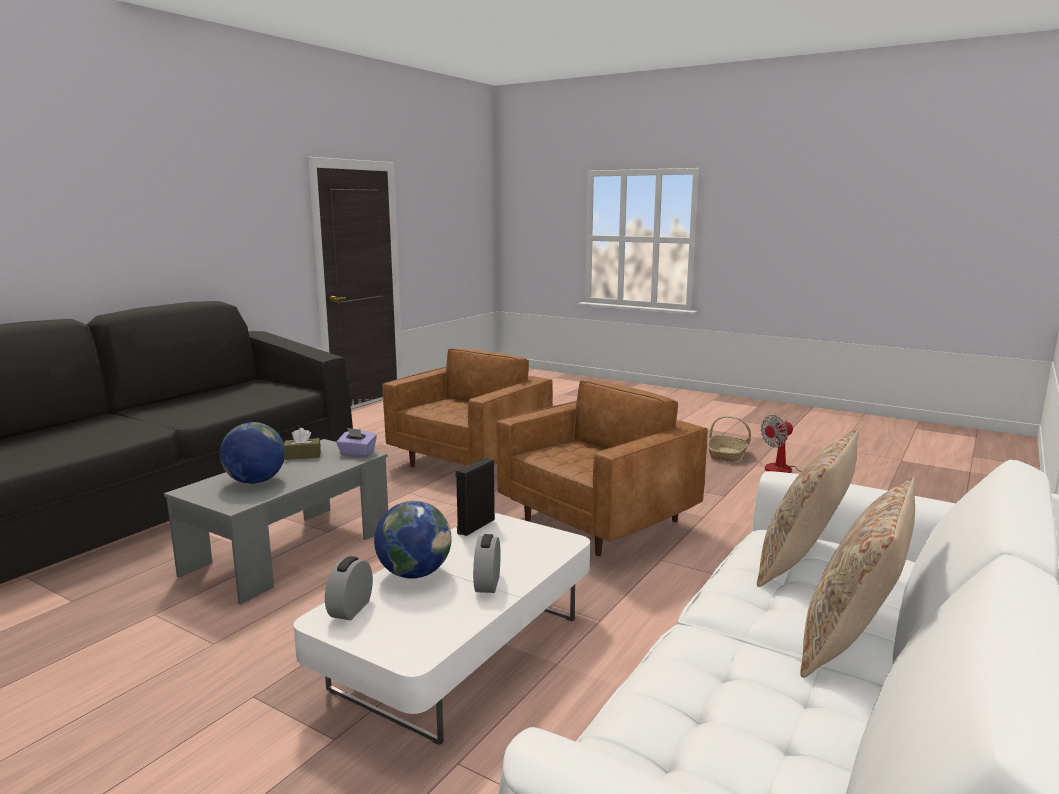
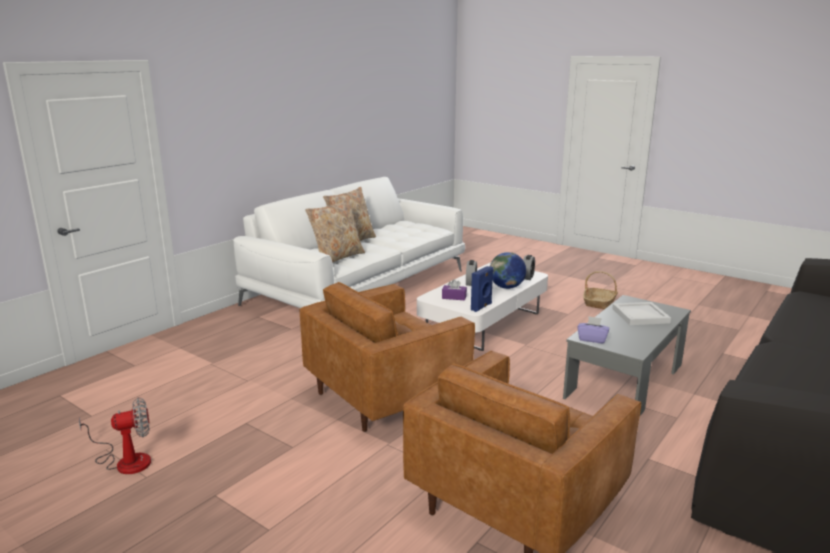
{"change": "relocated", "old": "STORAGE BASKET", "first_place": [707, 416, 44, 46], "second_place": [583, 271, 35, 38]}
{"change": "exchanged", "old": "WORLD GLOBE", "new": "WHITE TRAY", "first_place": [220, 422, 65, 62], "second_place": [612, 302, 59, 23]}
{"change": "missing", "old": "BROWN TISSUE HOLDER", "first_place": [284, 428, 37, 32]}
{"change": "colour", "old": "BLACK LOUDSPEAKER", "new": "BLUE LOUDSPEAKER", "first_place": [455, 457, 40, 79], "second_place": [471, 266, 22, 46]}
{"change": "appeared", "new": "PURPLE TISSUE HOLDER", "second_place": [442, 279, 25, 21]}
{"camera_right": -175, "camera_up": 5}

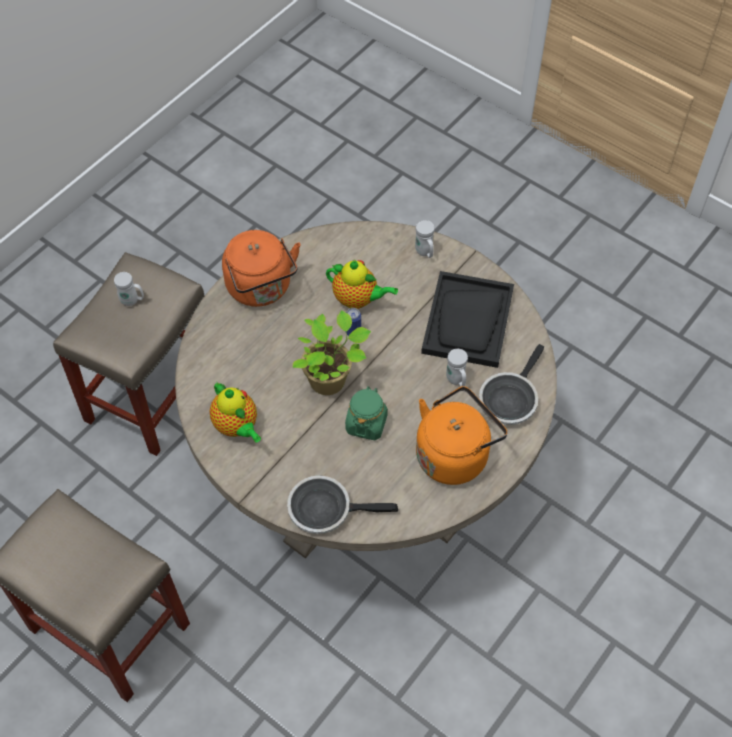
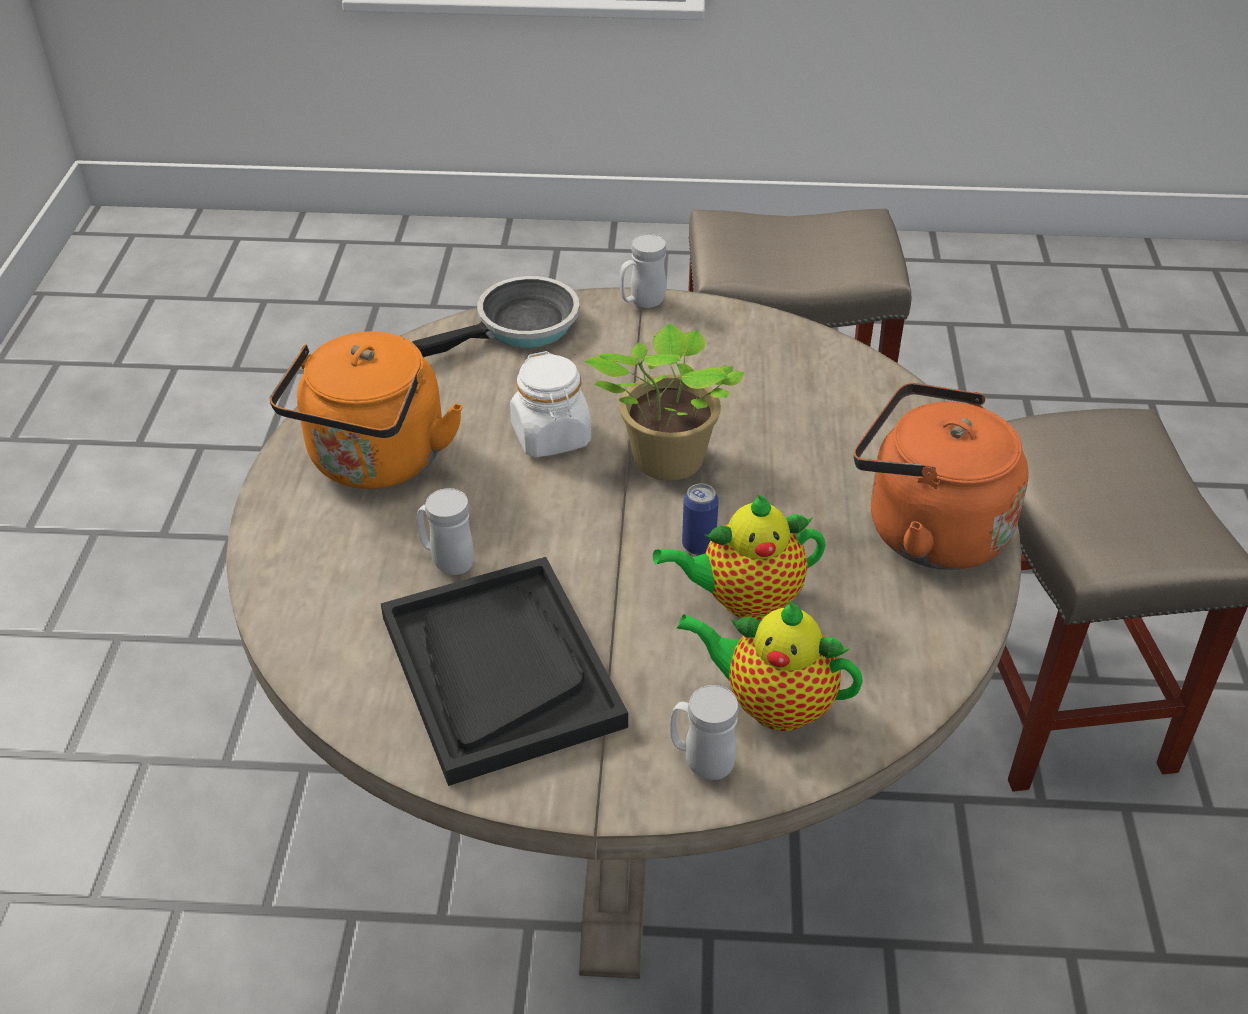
{"change": "relocated", "old": "WHITE COFFEE MUG", "first_place": [114, 272, 30, 34], "second_place": [619, 234, 47, 74]}
{"change": "missing", "old": "PAN", "first_place": [479, 344, 65, 81]}
{"change": "relocated", "old": "POT FOR TEA", "first_place": [210, 382, 51, 61], "second_place": [677, 600, 186, 131]}
{"change": "colour", "old": "GREEN-COLOURED JAR", "new": "WHITE JAR", "first_place": [345, 386, 43, 54], "second_place": [510, 351, 81, 106]}
{"camera_right": 145, "camera_up": -15}

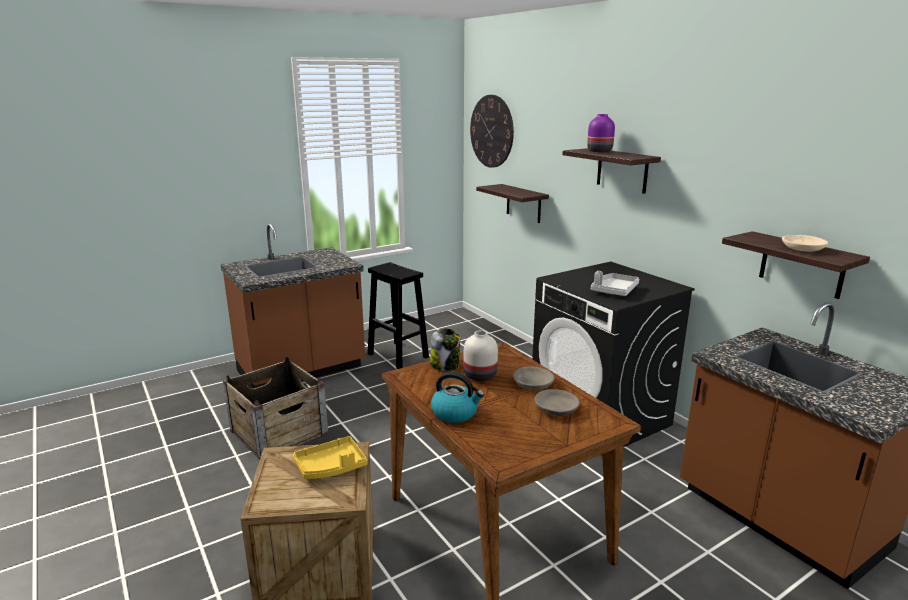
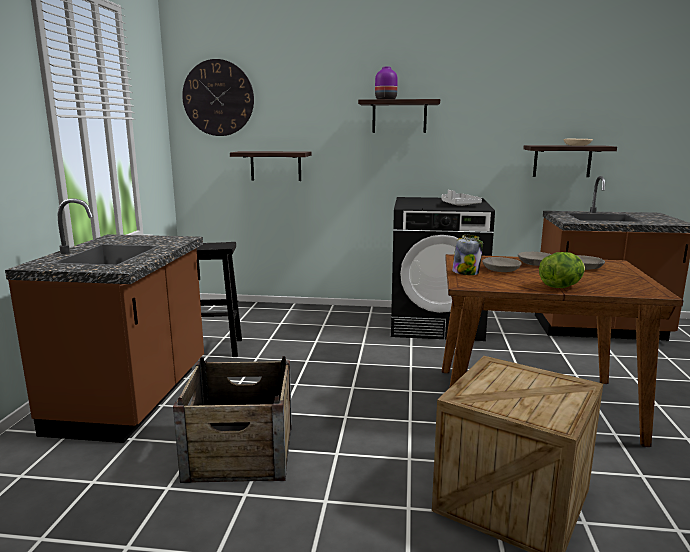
{"change": "exchanged", "old": "WHITE VASE", "new": "GREYISH SERVING BOWL", "first_place": [464, 330, 34, 51], "second_place": [482, 257, 39, 15]}
{"change": "exchanged", "old": "KETTLE", "new": "LETTUCE HEAD", "first_place": [431, 372, 53, 51], "second_place": [539, 252, 46, 36]}
{"change": "missing", "old": "YELLOW-COLOURED TRAY", "first_place": [293, 436, 74, 43]}
{"camera_right": -50, "camera_up": -5}

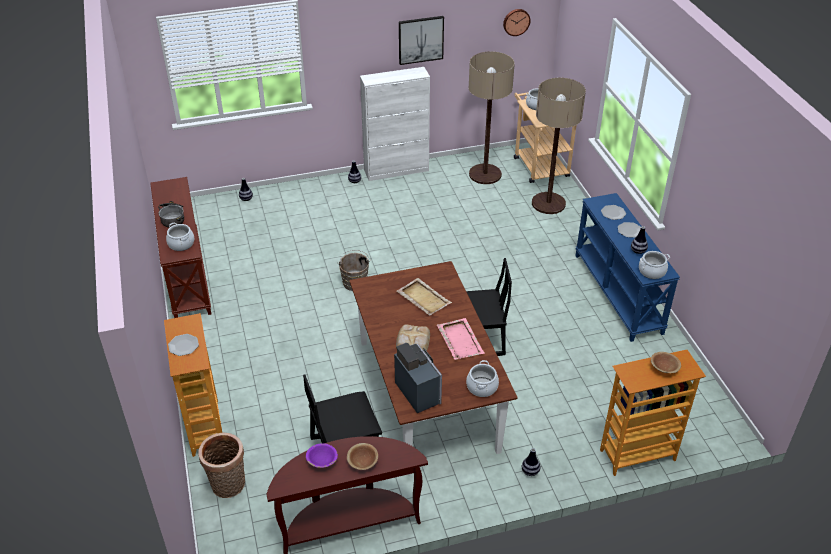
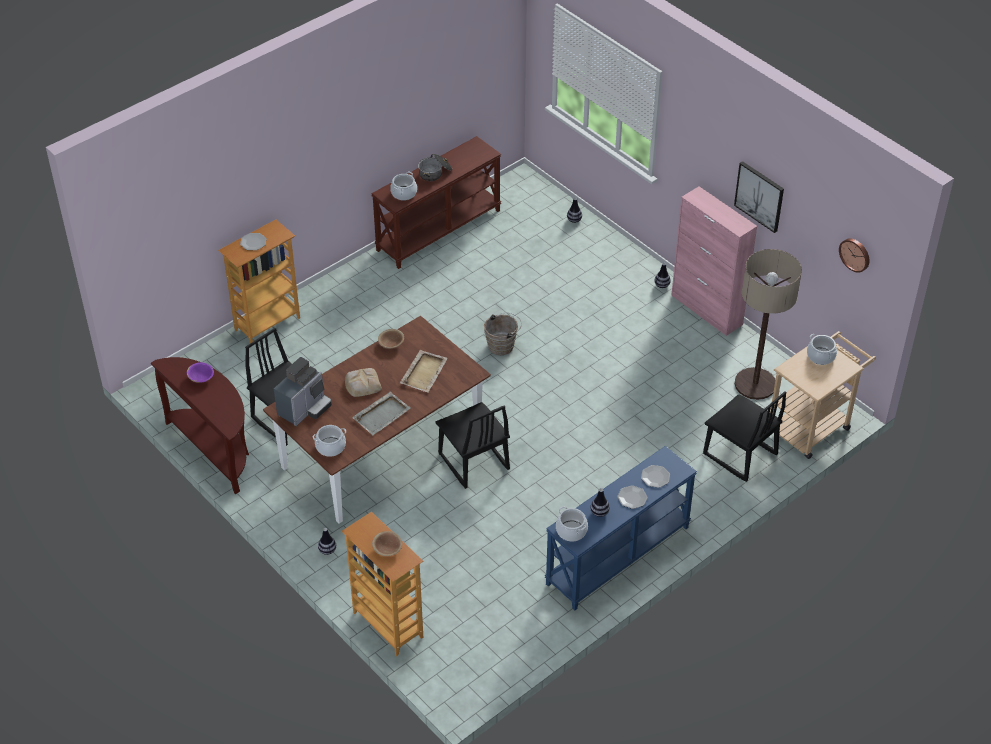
{"change": "colour", "old": "WHITE STORAGE CABINET", "new": "PINKISH STORAGE CABINET", "first_place": [360, 67, 70, 114], "second_place": [671, 187, 86, 149]}
{"change": "exchanged", "old": "STANDARD LAMP", "new": "BLACK UPRIGHT CHAIR", "first_place": [532, 78, 54, 136], "second_place": [703, 391, 83, 91]}
{"change": "colour", "old": "PINKISH TRAY", "new": "GREYISH TRAY", "first_place": [437, 318, 48, 42], "second_place": [352, 392, 59, 44]}
{"change": "missing", "old": "STORAGE BASKET", "first_place": [199, 432, 46, 66]}
{"change": "relocated", "old": "BROWN SERVING BOWL", "first_place": [347, 443, 31, 27], "second_place": [378, 329, 26, 19]}
{"camera_right": 65, "camera_up": 5}

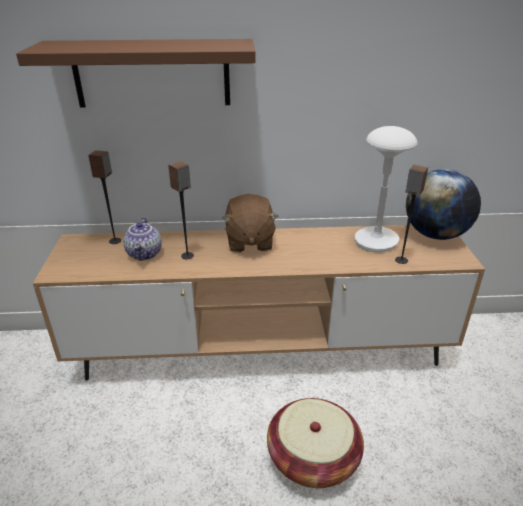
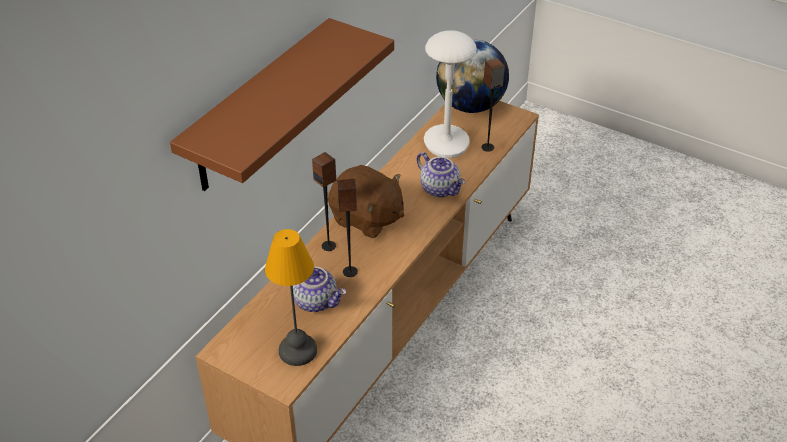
{"change": "relocated", "old": "LOUDSPEAKER", "first_place": [88, 150, 33, 94], "second_place": [312, 152, 24, 99]}
{"change": "missing", "old": "STORAGE BASKET", "first_place": [267, 398, 97, 90]}
{"change": "appeared", "new": "POT FOR TEA", "second_place": [417, 152, 48, 46]}
{"change": "appeared", "new": "TABLE LAMP", "second_place": [265, 229, 52, 137]}
{"camera_right": -55, "camera_up": 10}

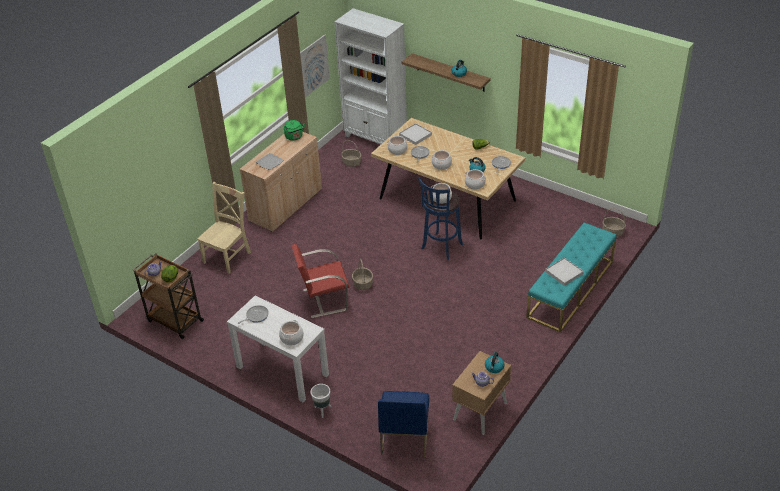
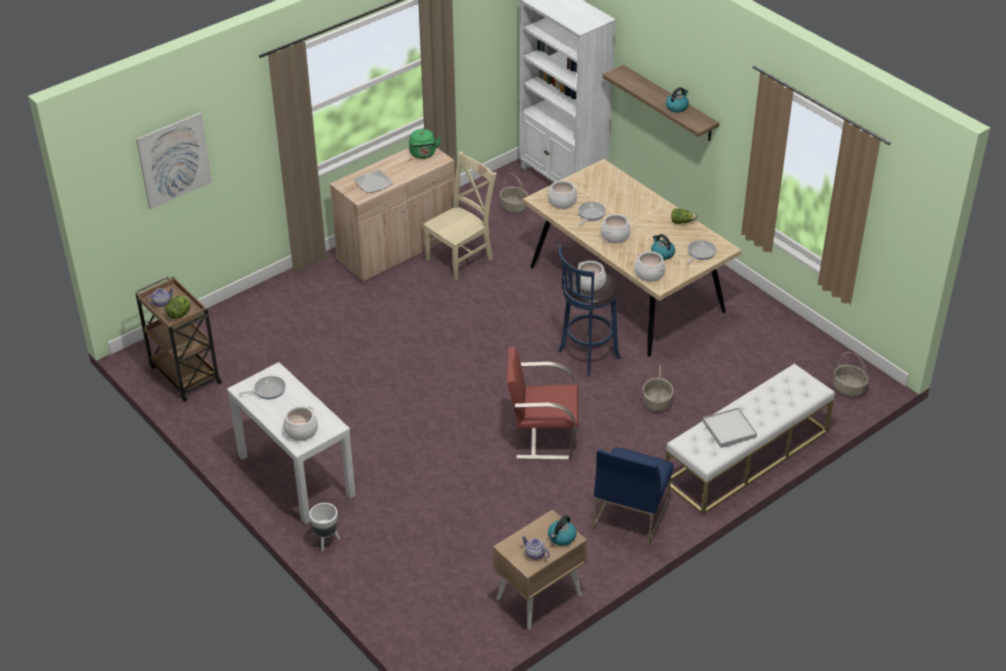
{"change": "relocated", "old": "PICTURE", "first_place": [300, 35, 30, 62], "second_place": [136, 112, 76, 97]}
{"change": "missing", "old": "WHITE TRAY", "first_place": [399, 123, 33, 22]}
{"change": "relocated", "old": "BEIGE UPRIGHT CHAIR", "first_place": [197, 182, 54, 92], "second_place": [423, 152, 74, 128]}
{"change": "colour", "old": "TURQUOISE INDOOR BENCH", "new": "WHITE INDOOR BENCH", "first_place": [526, 223, 91, 110], "second_place": [665, 363, 170, 152]}
{"change": "relocated", "old": "RED UPRIGHT CHAIR", "first_place": [291, 244, 58, 74], "second_place": [507, 347, 72, 113]}
{"change": "relocated", "old": "STORAGE BASKET", "first_place": [352, 258, 21, 32], "second_place": [642, 365, 32, 47]}
{"change": "relocated", "old": "BLUE UPRIGHT CHAIR", "first_place": [378, 391, 51, 66], "second_place": [592, 447, 82, 98]}
{"camera_right": 15, "camera_up": 0}

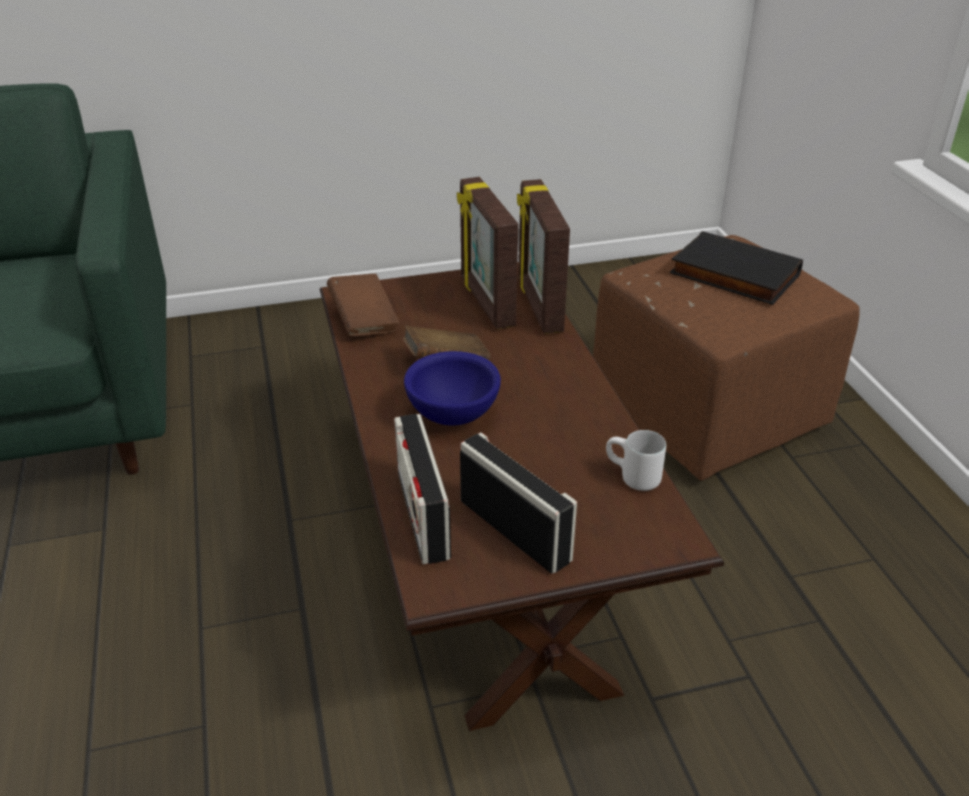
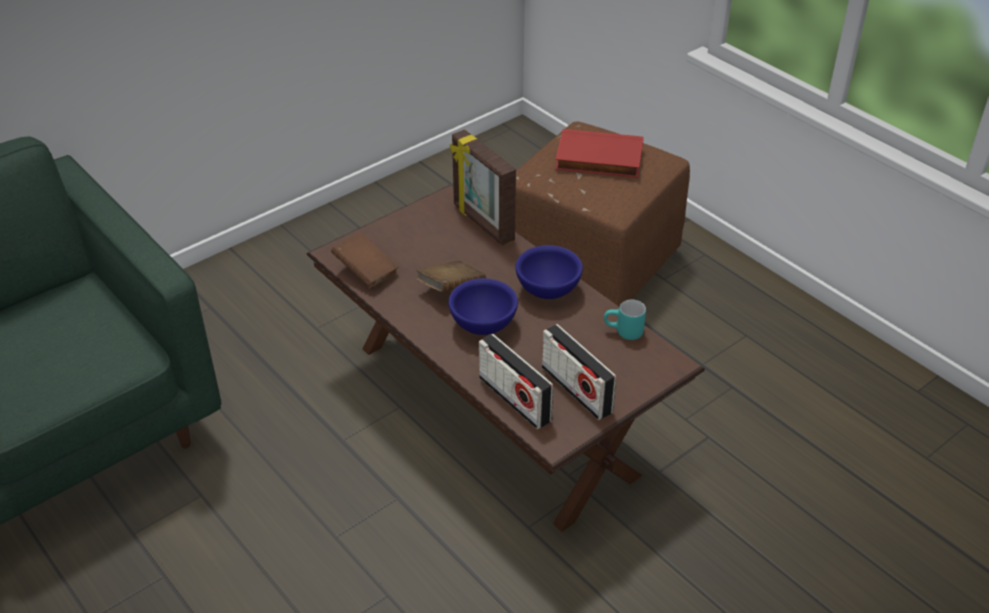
{"change": "missing", "old": "PHOTO FRAME", "first_place": [457, 177, 61, 153]}
{"change": "colour", "old": "BLACK BOUND BOOK", "new": "RED BOUND BOOK", "first_place": [670, 231, 133, 74], "second_place": [555, 129, 88, 49]}
{"change": "colour", "old": "WHITE COFFEE MUG", "new": "TURQUOISE COFFEE MUG", "first_place": [606, 430, 60, 61], "second_place": [604, 300, 42, 40]}
{"change": "spun", "old": "RADIO SET", "first_place": [460, 432, 117, 142], "second_place": [542, 324, 74, 96], "degrees": -150}
{"change": "appeared", "new": "BLUE SERVING BOWL", "second_place": [515, 245, 68, 54]}
{"camera_right": -25, "camera_up": 5}

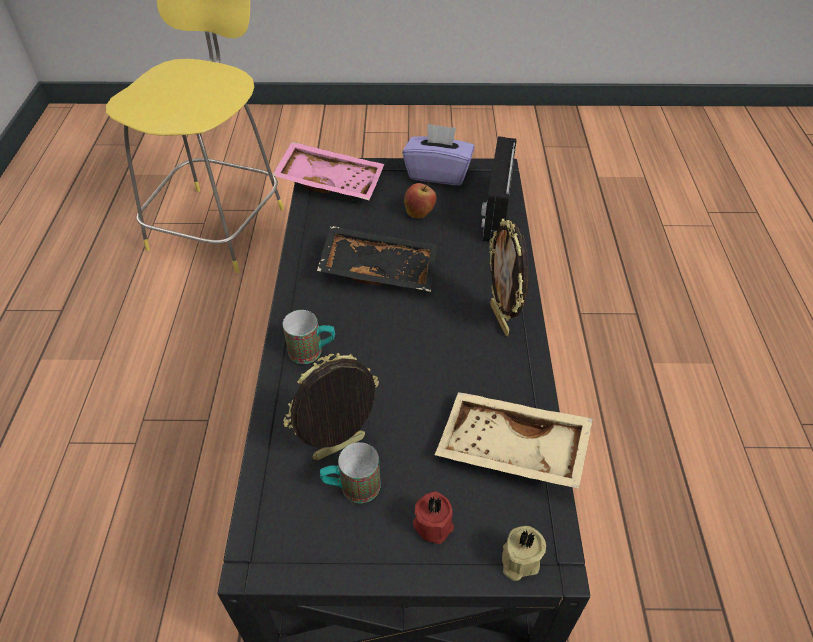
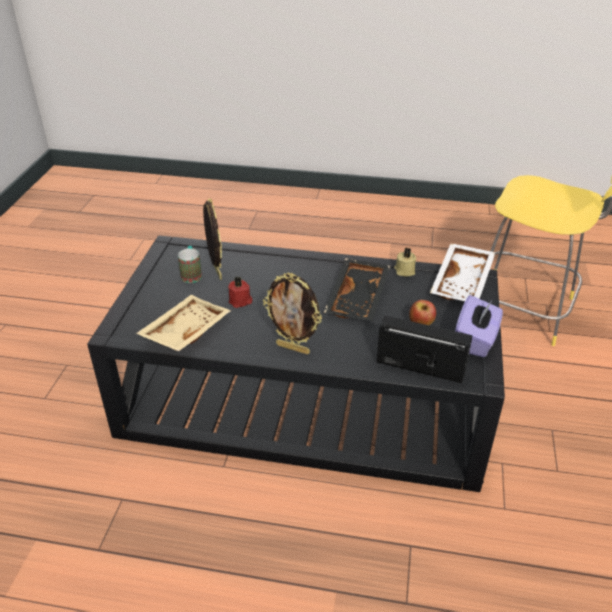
{"change": "colour", "old": "PINKISH TRAY", "new": "WHITE TRAY", "first_place": [272, 141, 112, 59], "second_place": [430, 243, 66, 58]}
{"change": "spun", "old": "PHOTO FRAME", "first_place": [489, 219, 40, 117], "second_place": [263, 273, 59, 81], "degrees": -150}
{"change": "missing", "old": "COFFEE MUG", "first_place": [283, 310, 52, 54]}
{"change": "relocated", "old": "RED WAX CANDLE", "first_place": [413, 491, 41, 53], "second_place": [228, 276, 24, 32]}
{"change": "relocated", "old": "BEIGE WAX CANDLE", "first_place": [502, 526, 44, 55], "second_place": [394, 248, 22, 29]}
{"camera_right": 100, "camera_up": -10}

